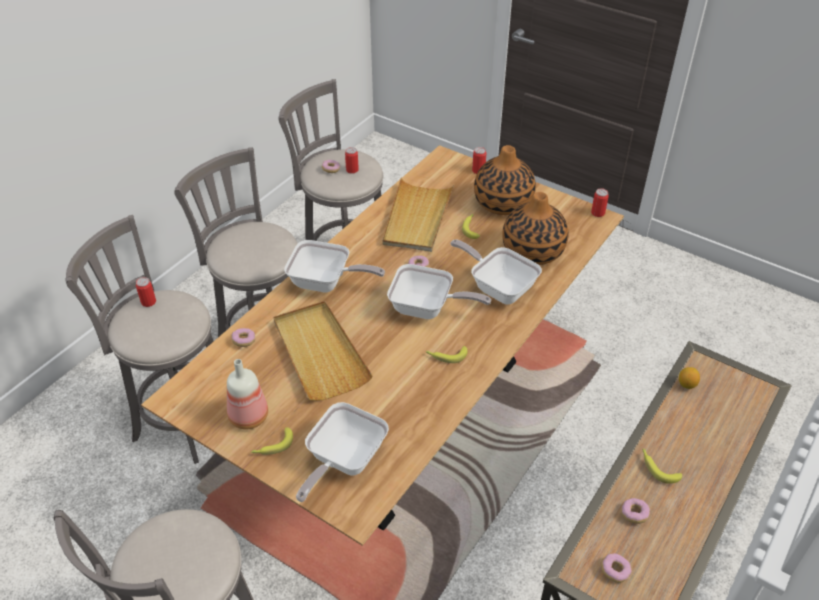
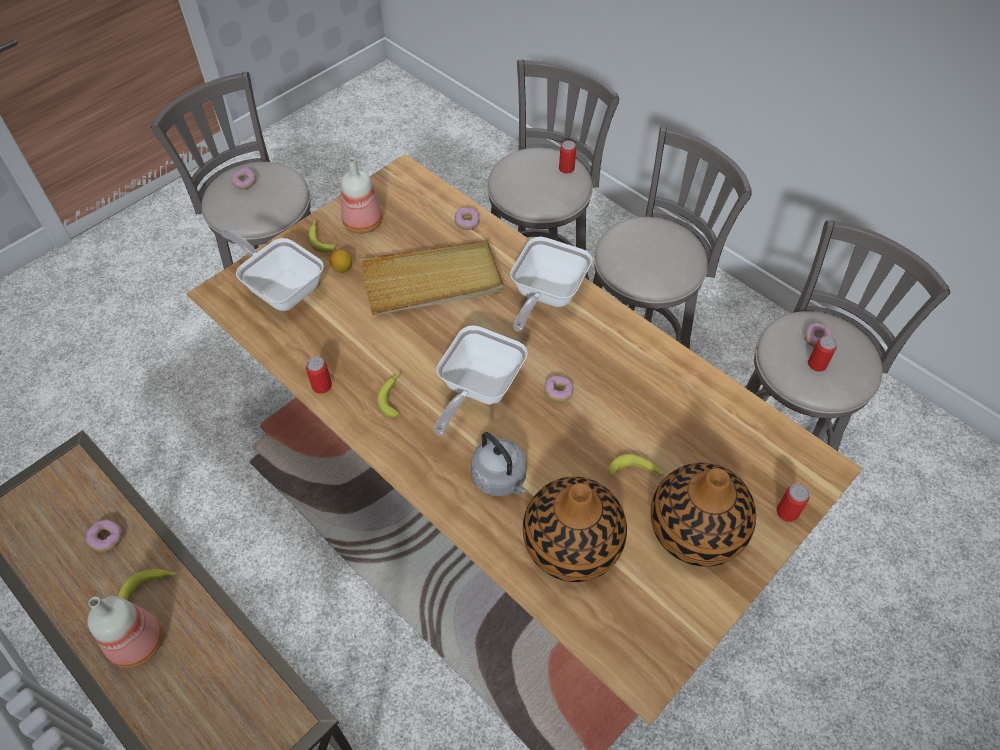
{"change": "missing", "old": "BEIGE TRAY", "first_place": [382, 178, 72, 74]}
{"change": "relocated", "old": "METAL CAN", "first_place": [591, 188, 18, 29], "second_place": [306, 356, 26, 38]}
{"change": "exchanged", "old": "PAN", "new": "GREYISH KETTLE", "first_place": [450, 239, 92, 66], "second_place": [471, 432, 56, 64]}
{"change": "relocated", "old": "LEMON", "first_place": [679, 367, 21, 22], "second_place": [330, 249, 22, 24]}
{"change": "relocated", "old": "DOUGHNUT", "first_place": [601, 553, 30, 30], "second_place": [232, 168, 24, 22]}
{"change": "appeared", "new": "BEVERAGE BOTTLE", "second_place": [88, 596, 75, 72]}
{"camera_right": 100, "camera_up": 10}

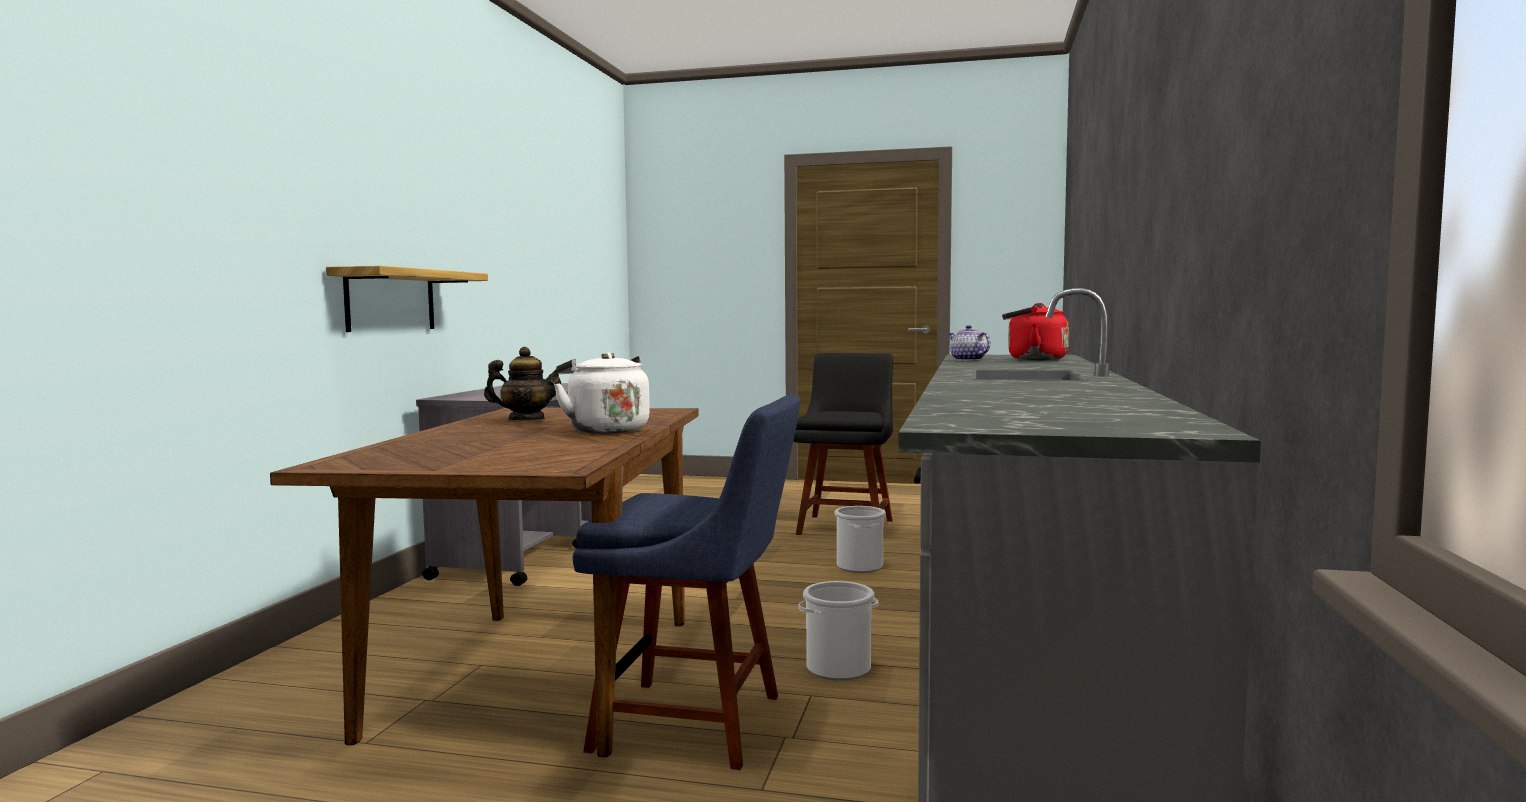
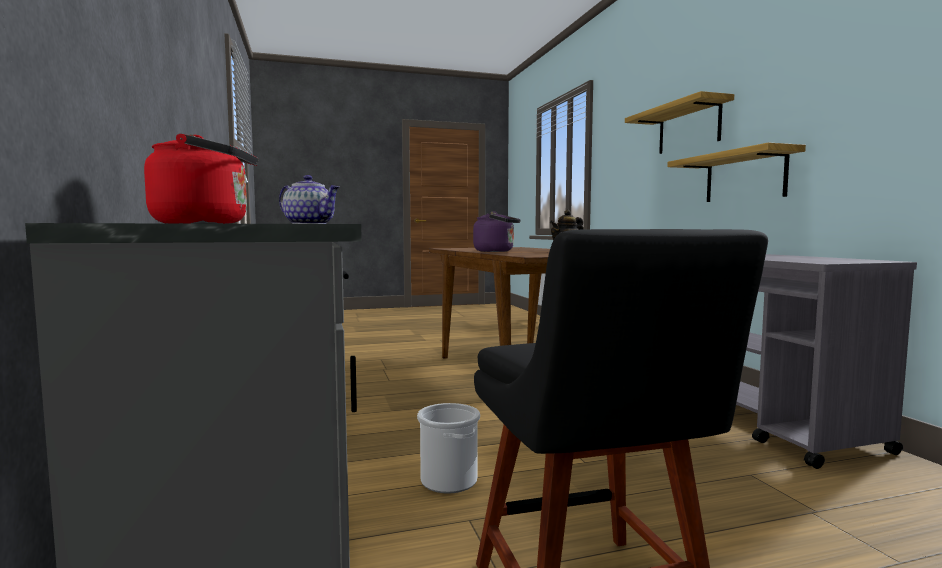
{"change": "colour", "old": "WHITE KETTLE", "new": "PURPLE KETTLE", "first_place": [554, 352, 96, 82], "second_place": [473, 211, 48, 41]}
{"change": "missing", "old": "BLUE UPRIGHT CHAIR", "first_place": [573, 395, 228, 375]}
{"change": "missing", "old": "WATER BUCKET", "first_place": [799, 581, 79, 100]}
{"change": "appeared", "new": "BRACKET SHELF", "second_place": [625, 91, 109, 63]}
{"camera_right": 150, "camera_up": 0}

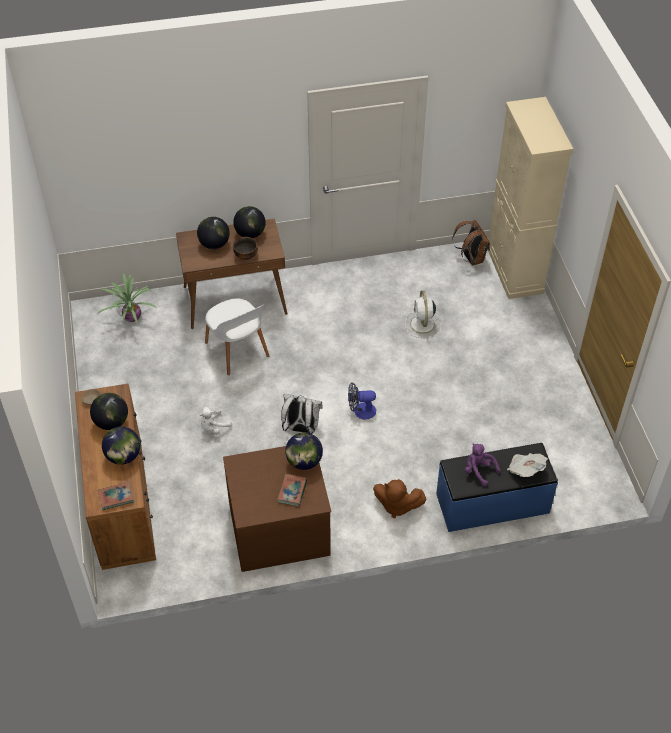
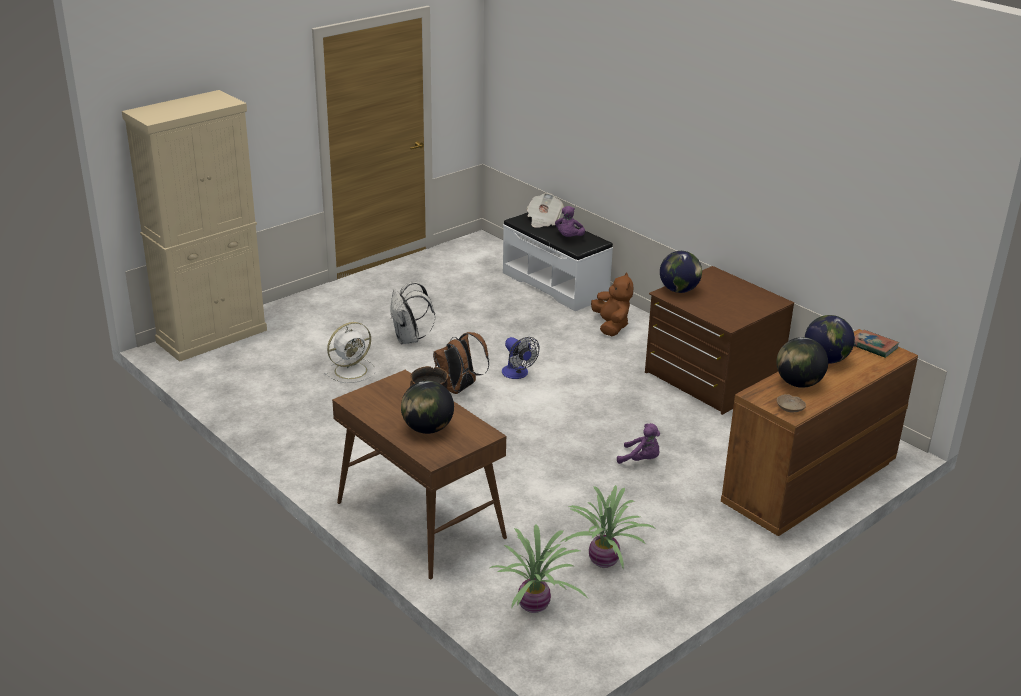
{"change": "missing", "old": "WORLD GLOBE", "first_place": [233, 206, 33, 32]}
{"change": "relocated", "old": "BROWN RUCKSACK", "first_place": [452, 220, 38, 45], "second_place": [433, 332, 56, 62]}
{"change": "missing", "old": "WHITE UPRIGHT CHAIR", "first_place": [205, 298, 64, 77]}
{"change": "relocated", "old": "WHITE RUCKSACK", "first_place": [281, 394, 42, 40], "second_place": [390, 282, 45, 62]}
{"change": "colour", "old": "WHITE PLUSH TOY", "new": "PURPLE PLUSH TOY", "first_place": [200, 407, 32, 28], "second_place": [617, 423, 43, 41]}
{"change": "colour", "old": "BLUE INDOOR BENCH", "new": "WHITE INDOOR BENCH", "first_place": [436, 443, 122, 89], "second_place": [503, 212, 110, 99]}
{"change": "missing", "old": "BOUND BOOK", "first_place": [277, 474, 30, 32]}
{"change": "appeared", "new": "PLANT IN A POT", "second_place": [561, 485, 95, 83]}
{"camera_right": -120, "camera_up": -20}

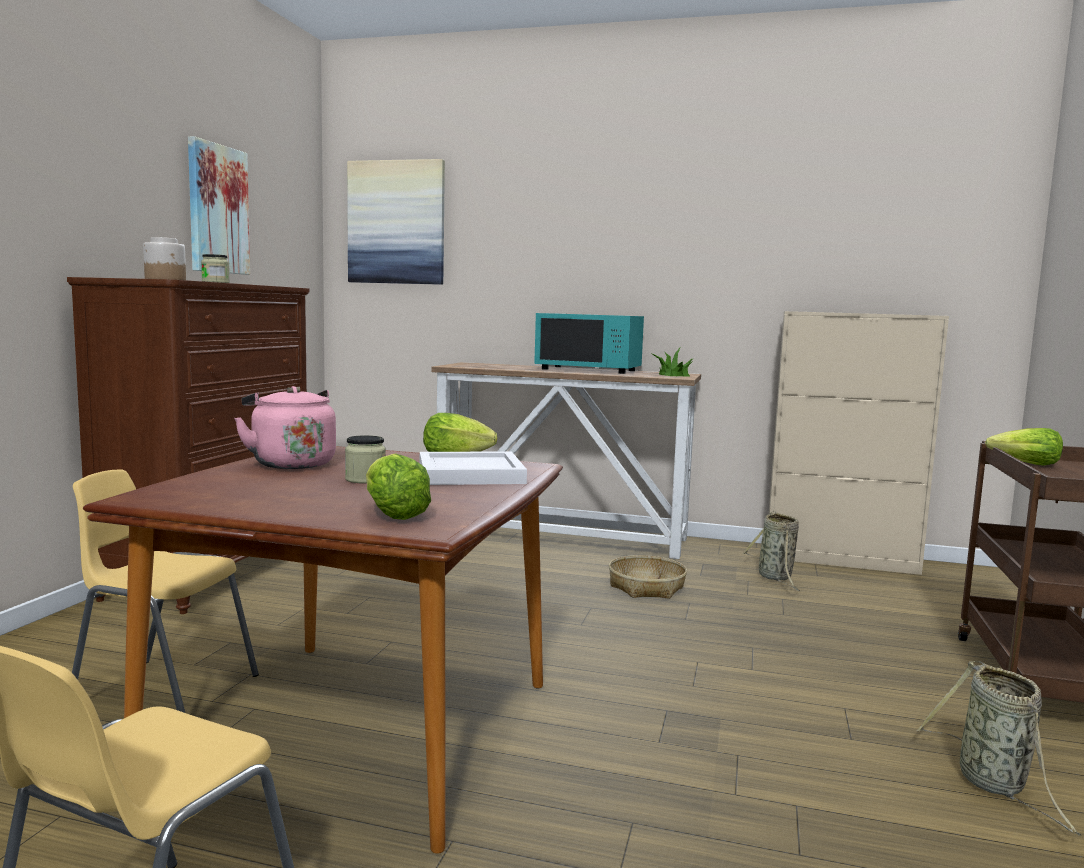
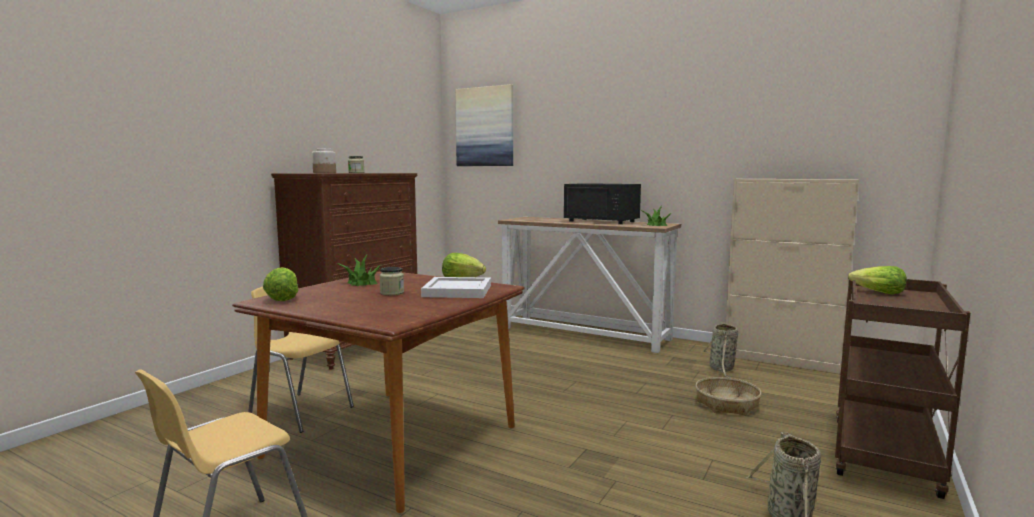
{"change": "missing", "old": "PICTURE", "first_place": [188, 136, 62, 139]}
{"change": "colour", "old": "TURQUOISE KITCHEN MICROWAVE", "new": "BLACK KITCHEN MICROWAVE", "first_place": [534, 313, 110, 61], "second_place": [564, 183, 77, 41]}
{"change": "exchanged", "old": "PINKISH KETTLE", "new": "PLANT IN A POT", "first_place": [234, 386, 102, 83], "second_place": [337, 255, 45, 31]}
{"change": "relocated", "old": "LETTUCE HEAD", "first_place": [366, 453, 65, 67], "second_place": [263, 267, 35, 34]}
{"change": "relocated", "old": "STORAGE BASKET", "first_place": [609, 555, 78, 44], "second_place": [695, 377, 66, 39]}
{"camera_right": 15, "camera_up": 0}

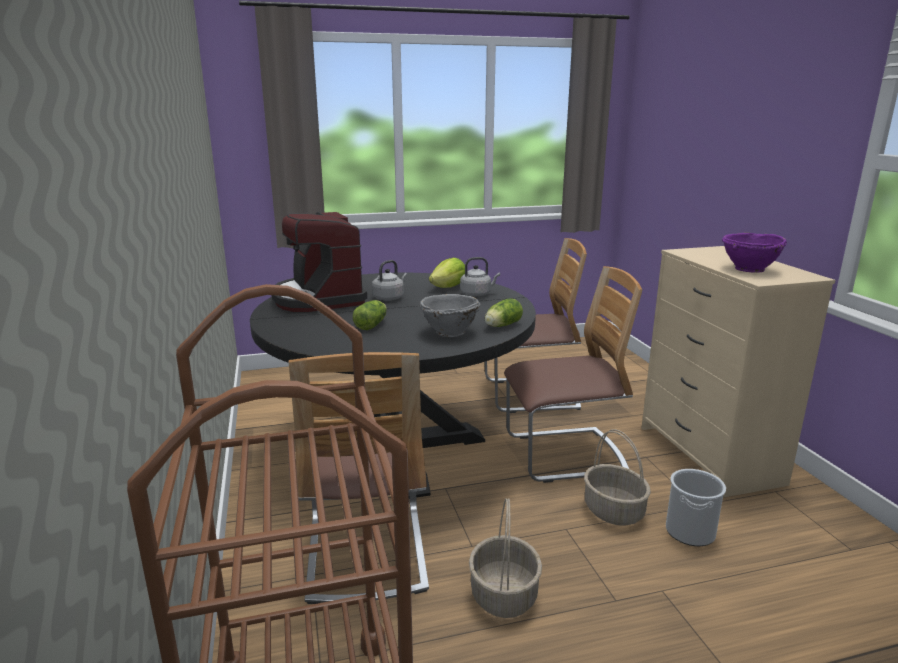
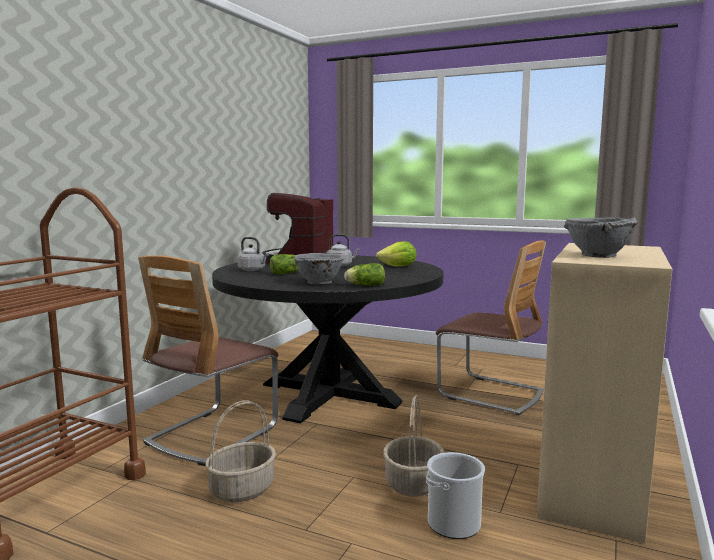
{"change": "colour", "old": "PURPLE SERVING BOWL", "new": "GREYISH SERVING BOWL", "first_place": [722, 233, 65, 40], "second_place": [564, 218, 73, 40]}
{"change": "relocated", "old": "GREYISH KETTLE", "first_place": [460, 257, 40, 39], "second_place": [238, 237, 31, 34]}
{"change": "missing", "old": "UPRIGHT CHAIR", "first_place": [504, 266, 139, 217]}
{"camera_right": 40, "camera_up": -10}

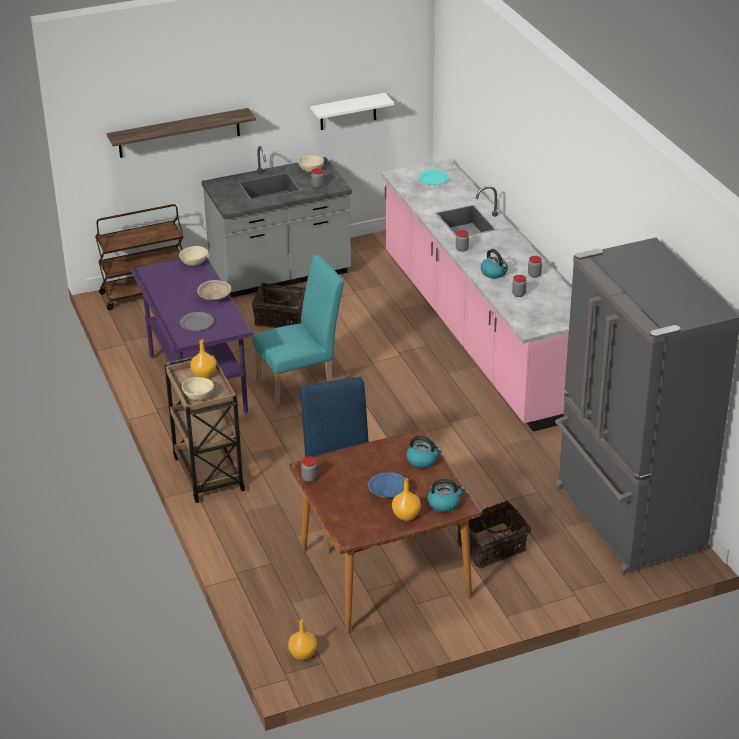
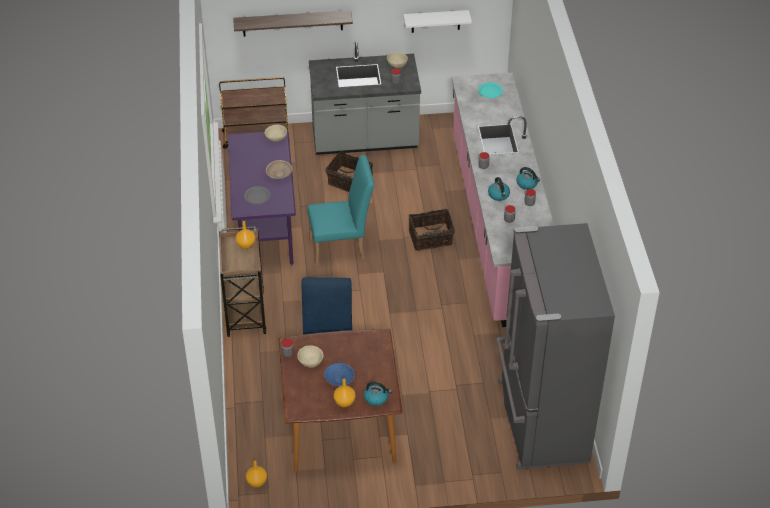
{"change": "relocated", "old": "BEIGE SERVING BOWL", "first_place": [182, 377, 32, 24], "second_place": [297, 345, 26, 23]}
{"change": "relocated", "old": "KETTLE", "first_place": [406, 436, 36, 32], "second_place": [516, 167, 24, 23]}
{"change": "relocated", "old": "STORAGE BASKET", "first_place": [457, 500, 76, 68], "second_place": [409, 209, 46, 42]}
{"camera_right": 15, "camera_up": 10}

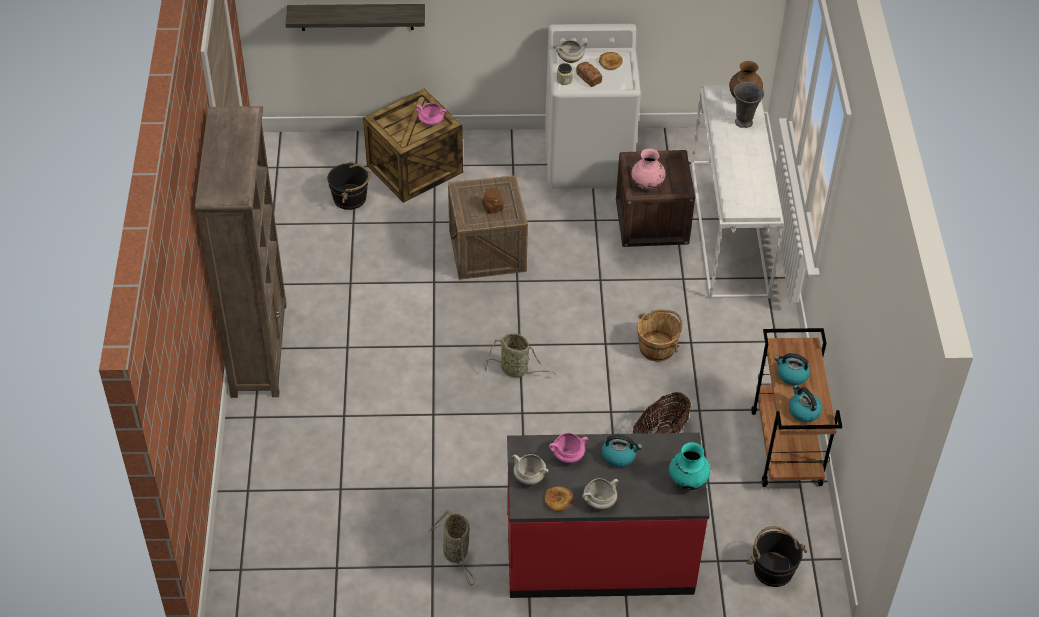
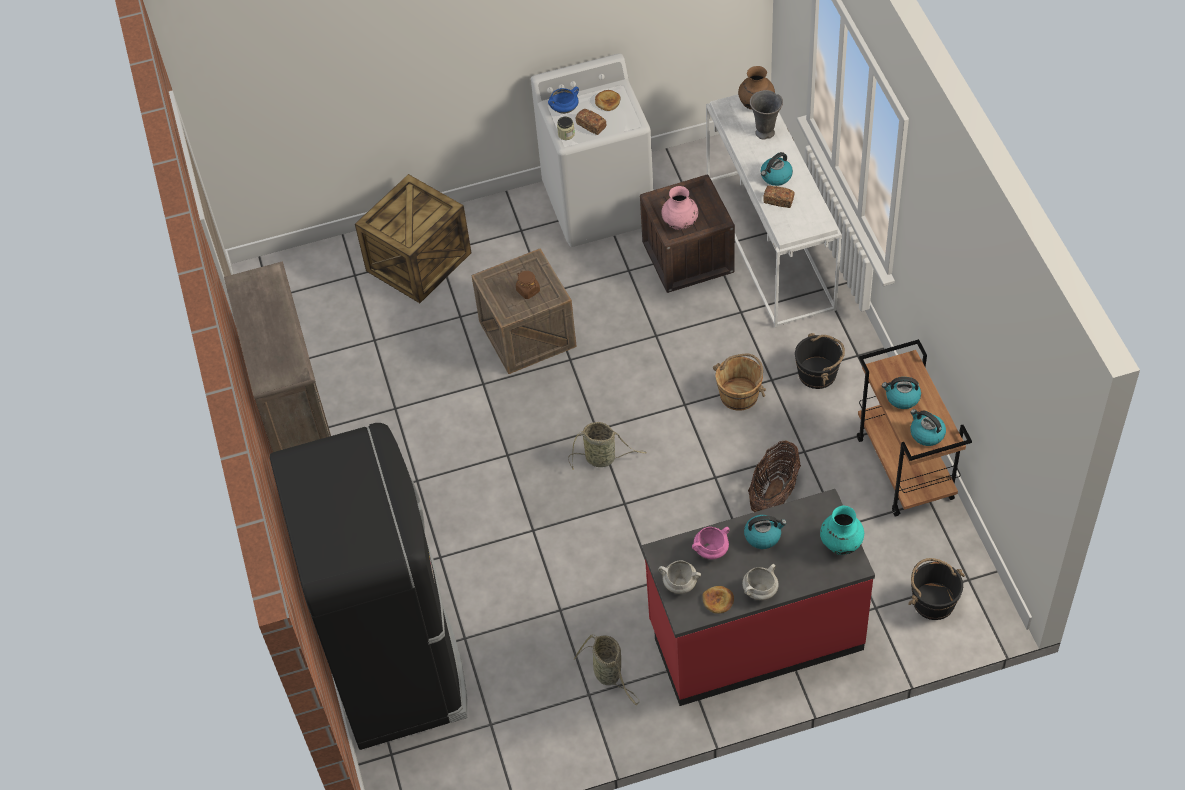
{"change": "missing", "old": "BRACKET SHELF", "first_place": [286, 4, 139, 27]}
{"change": "colour", "old": "WHITE SAUCEPOT", "new": "BLUE SAUCEPOT", "first_place": [556, 40, 31, 23], "second_place": [548, 87, 31, 27]}
{"change": "missing", "old": "PINKISH SAUCEPOT", "first_place": [415, 103, 32, 23]}
{"change": "relocated", "old": "BLACK WATER BUCKET", "first_place": [328, 161, 43, 49], "second_place": [795, 333, 50, 56]}
{"change": "appeared", "new": "KETTLE", "second_place": [760, 152, 33, 34]}
{"change": "appeared", "new": "BAKERY BREAD", "second_place": [763, 186, 32, 22]}
{"change": "appeared", "new": "BLACK REFRIGERATOR", "second_place": [270, 423, 198, 327]}
{"camera_right": -10, "camera_up": 5}

